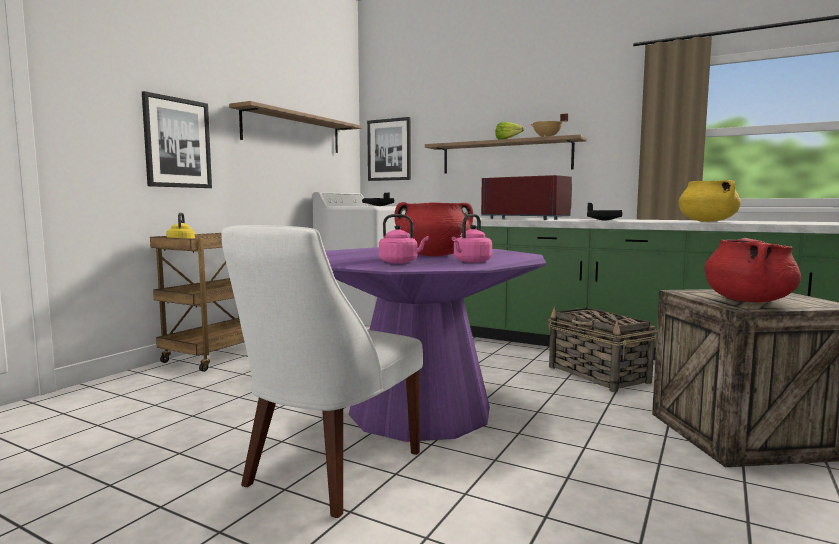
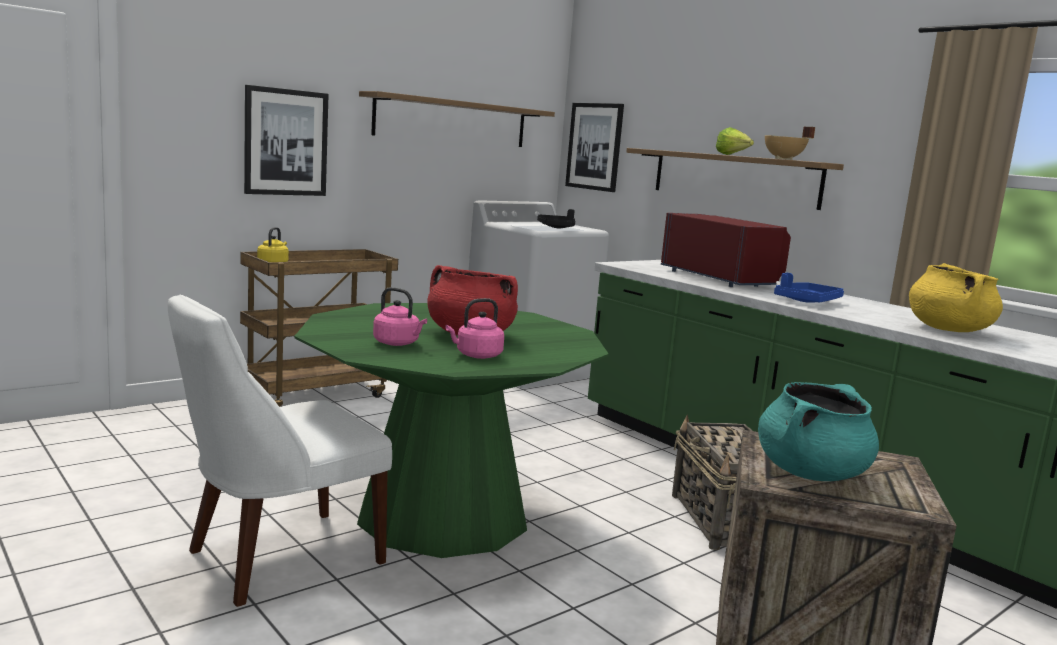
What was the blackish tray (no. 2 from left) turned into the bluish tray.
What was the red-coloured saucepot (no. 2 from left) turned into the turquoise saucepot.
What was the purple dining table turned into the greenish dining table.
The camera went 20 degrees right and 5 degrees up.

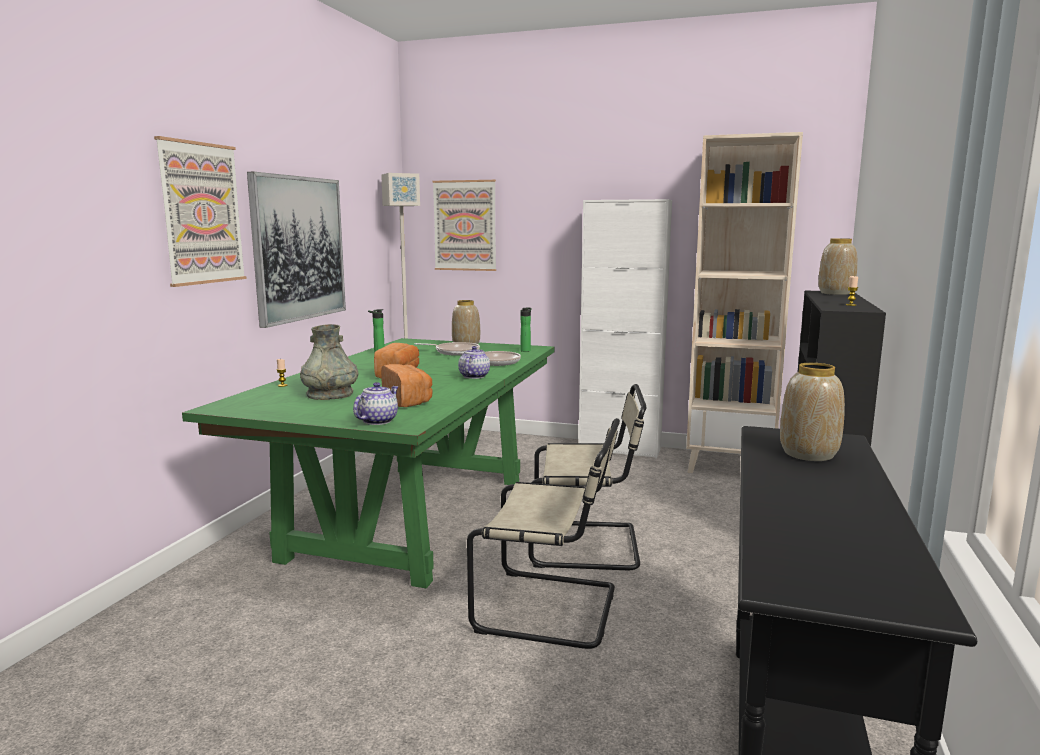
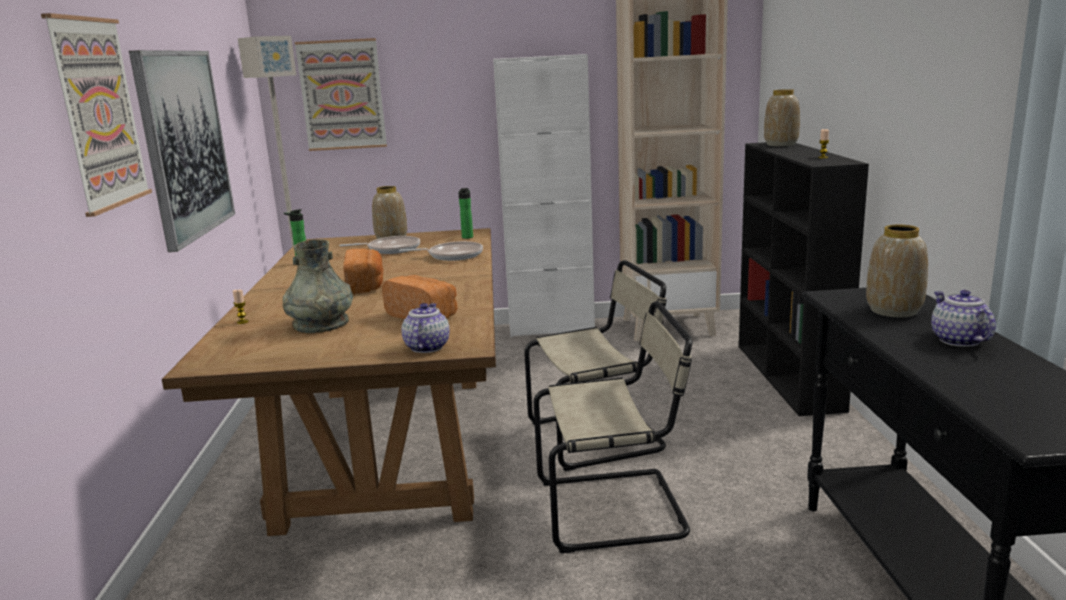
What was the greenish dining table turned into the brown dining table.
The pot for tea (no. 2 from left) ended up elsewhere.
The camera went 20 degrees left and 5 degrees up.

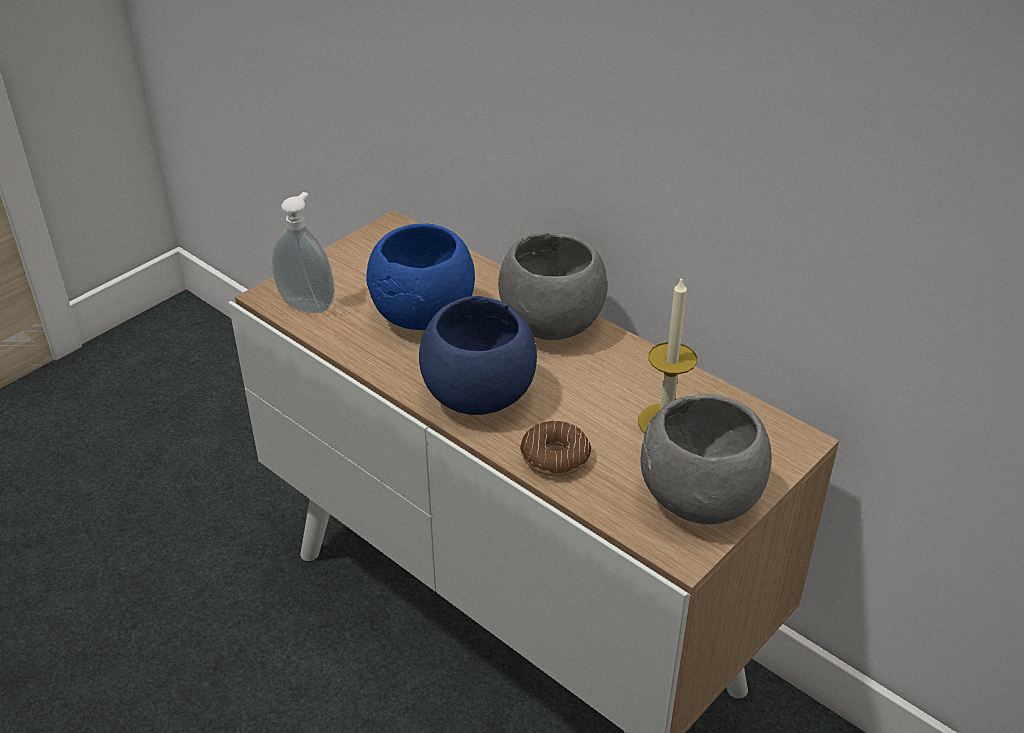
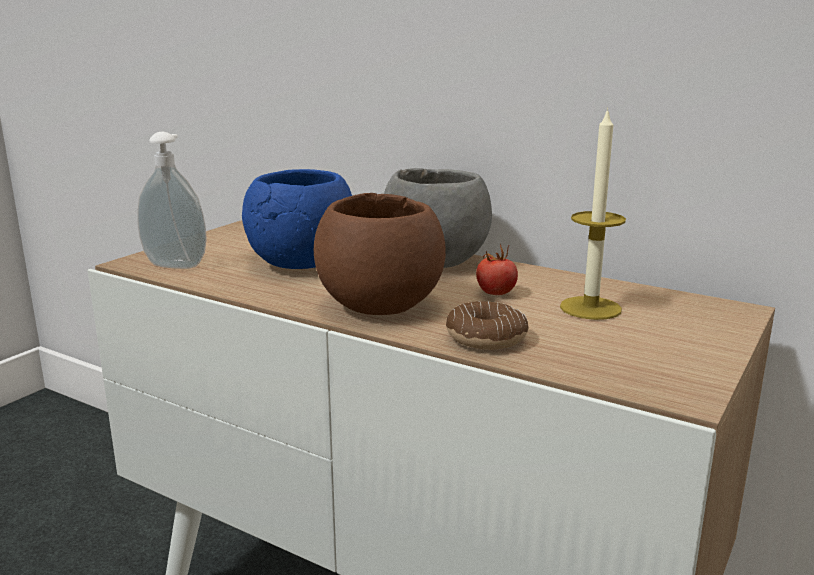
What was the bluish bowl (no. 2 from left) turned into the brown bowl.
The second view lost the grey bowl (no. 2 from left).
The second view gained the whole tomato.
The camera went 10 degrees left and 20 degrees down.

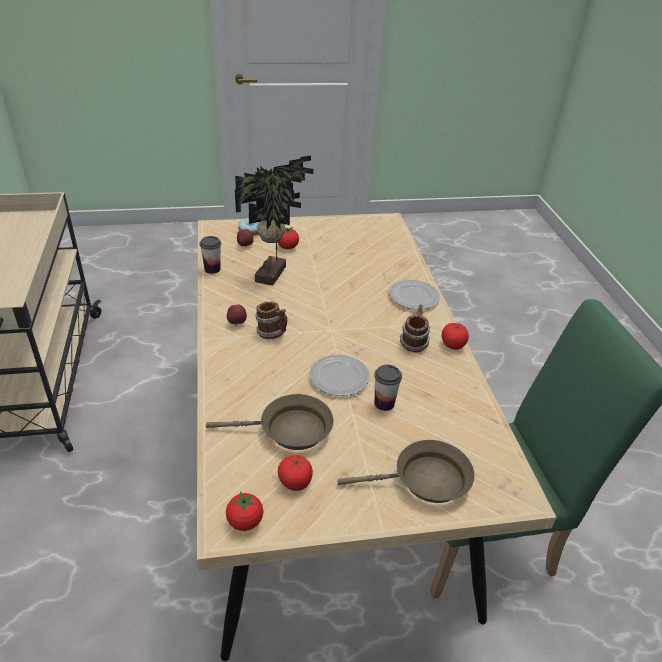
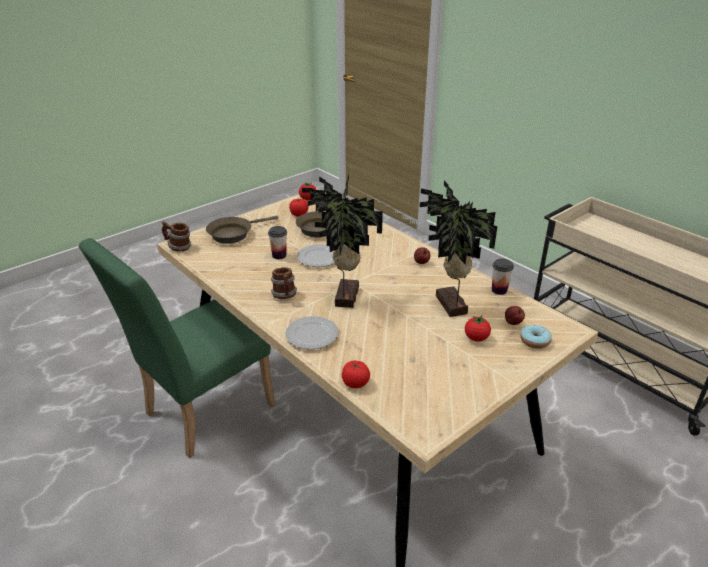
The mug (no. 1 from left) ended up elsewhere.
The whole tomato (no. 4 from left in the first image) ended up elsewhere.
The second view gained the plant in a pot (no. 1 from left).
The camera went 150 degrees right and 5 degrees down.

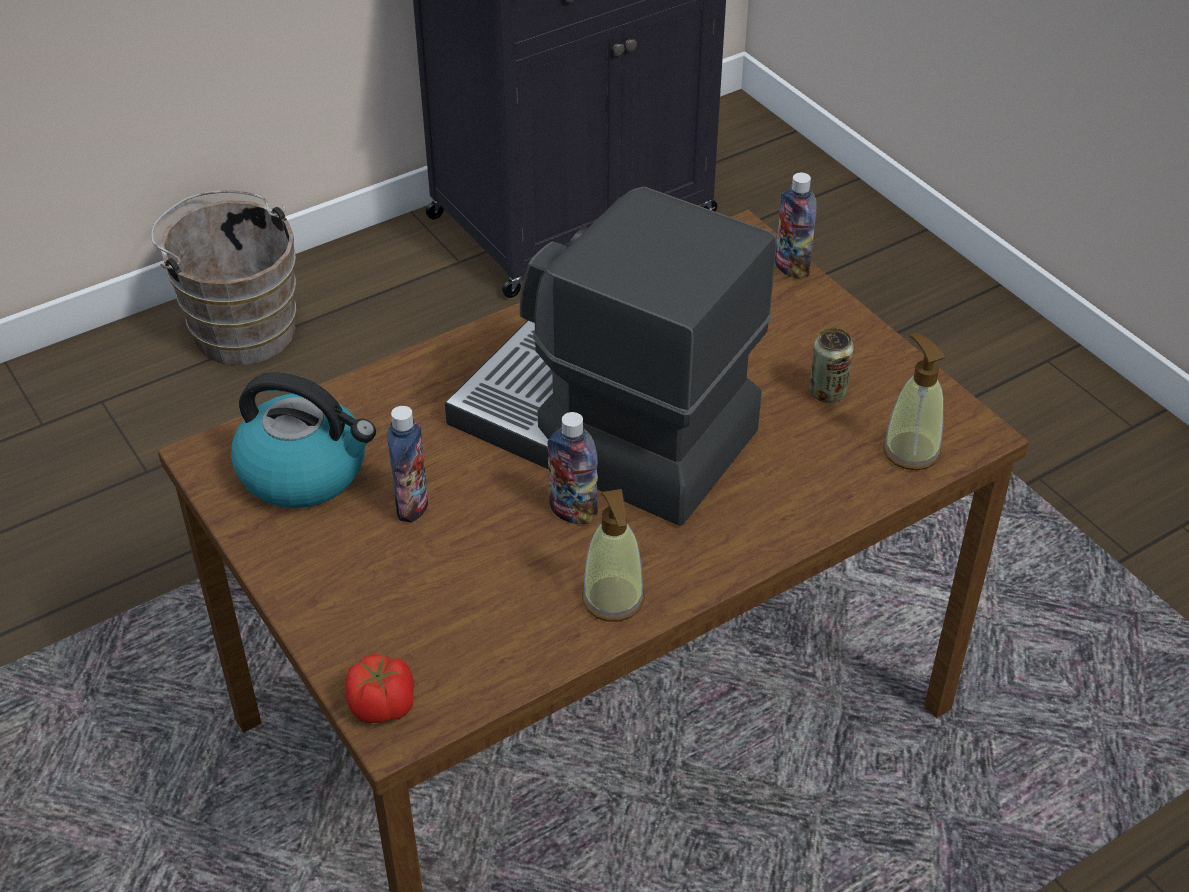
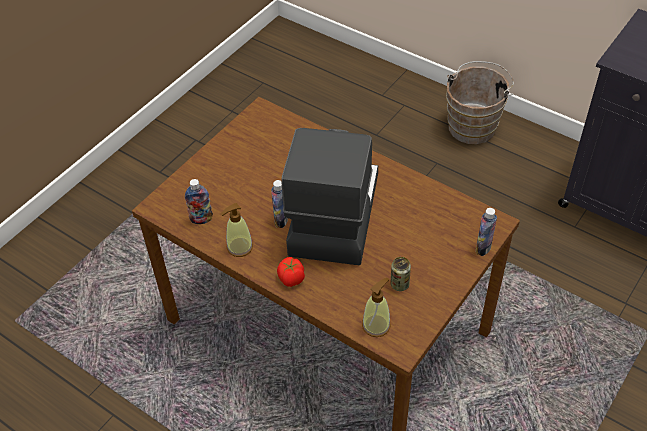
The second view lost the tea kettle.
The bottle (no. 1 from left) ended up elsewhere.
The whole tomato ended up elsewhere.
The camera went 70 degrees right and 5 degrees up.

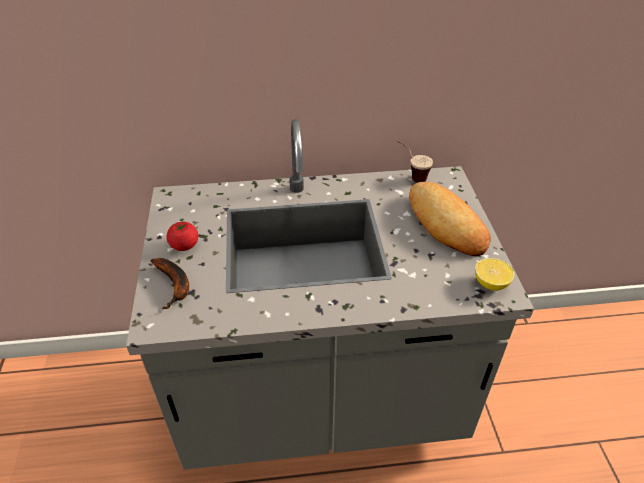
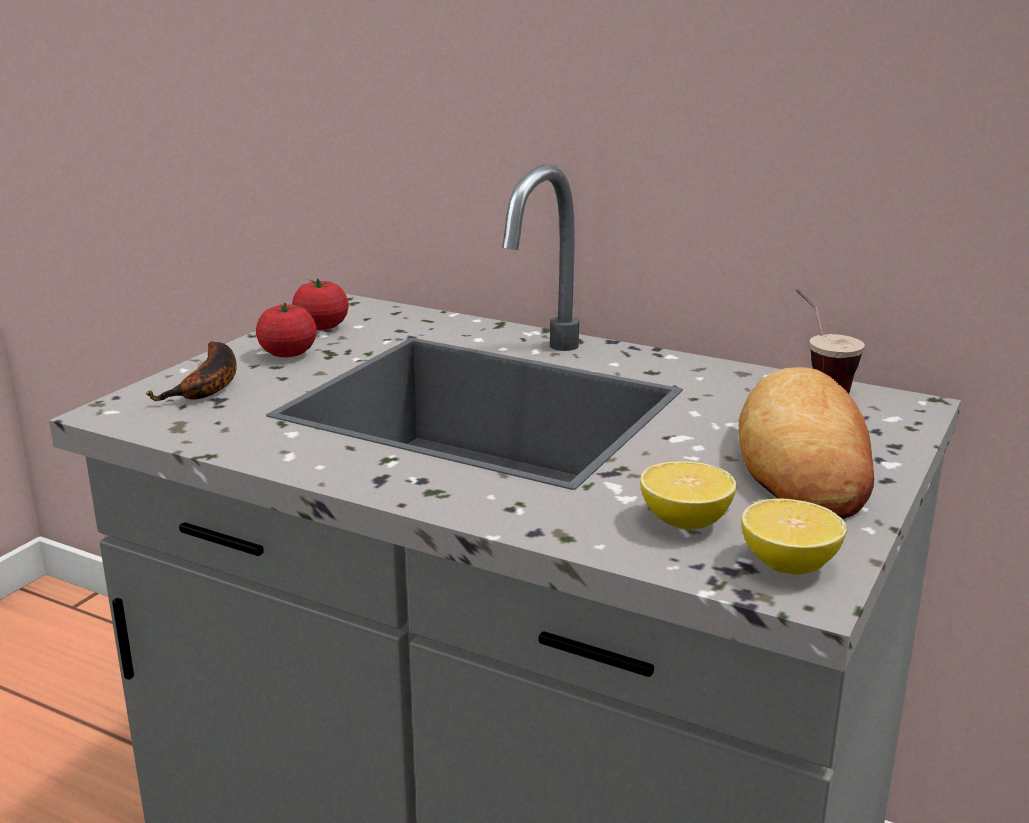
The second view gained the whole tomato (no. 2 from left).
The second view gained the lemon (no. 1 from left).
The camera went 35 degrees right and 20 degrees down.

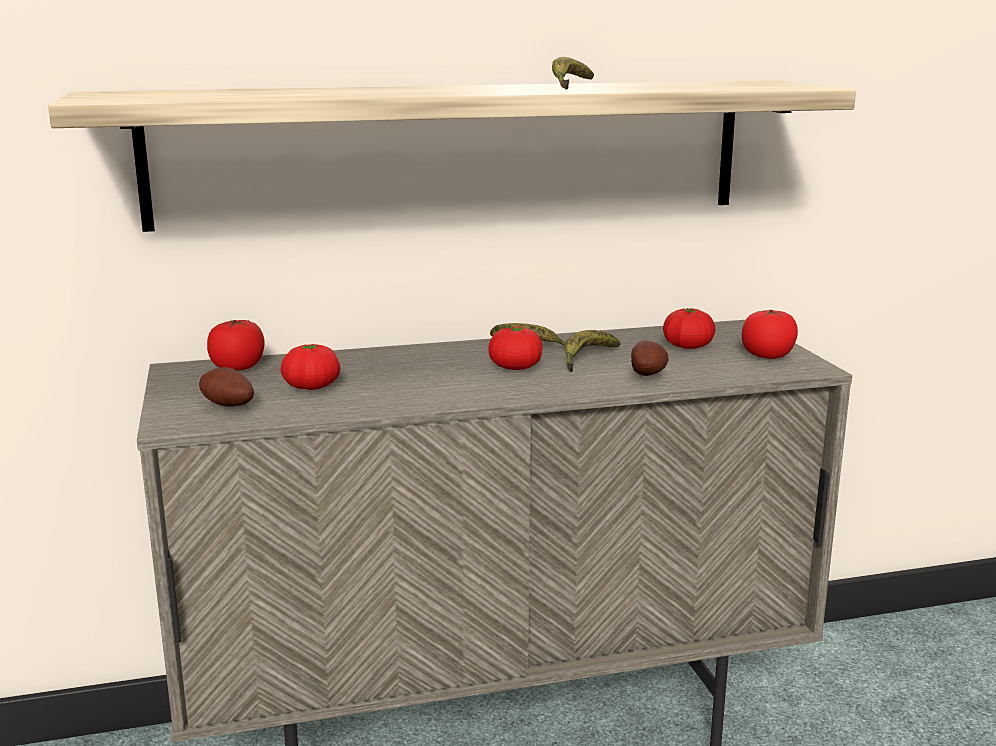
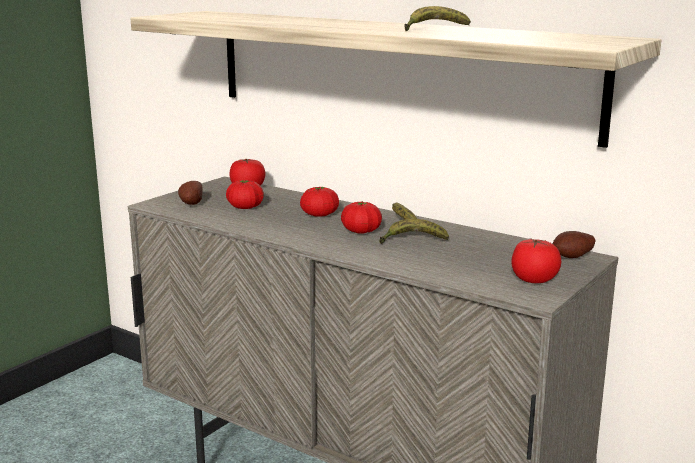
The whole tomato (no. 4 from left in the first image) ended up elsewhere.
The spud (no. 2 from left) ended up elsewhere.
The camera went 50 degrees right and 0 degrees up.

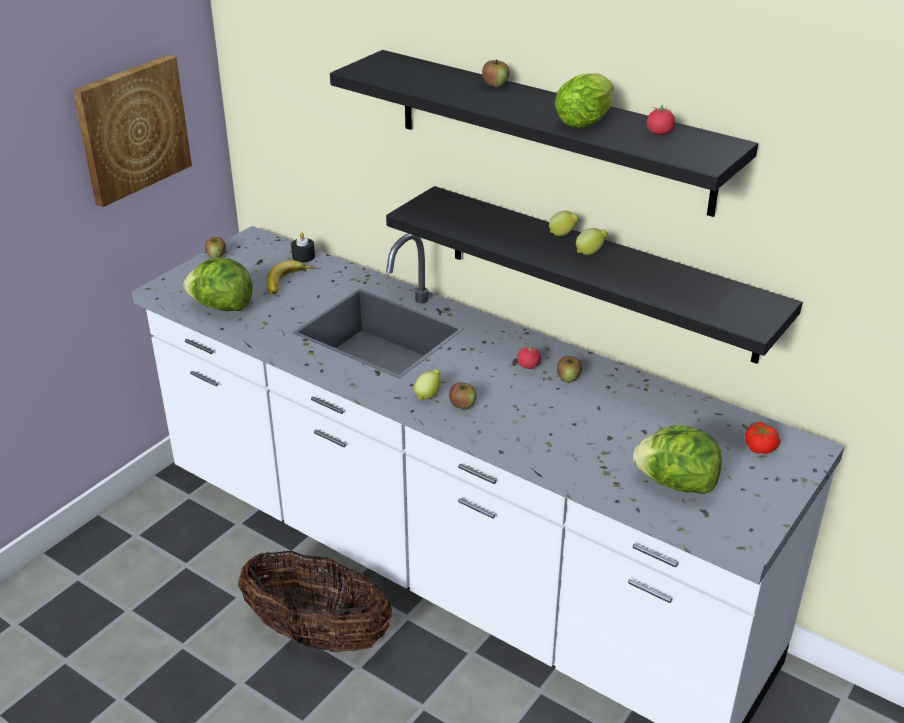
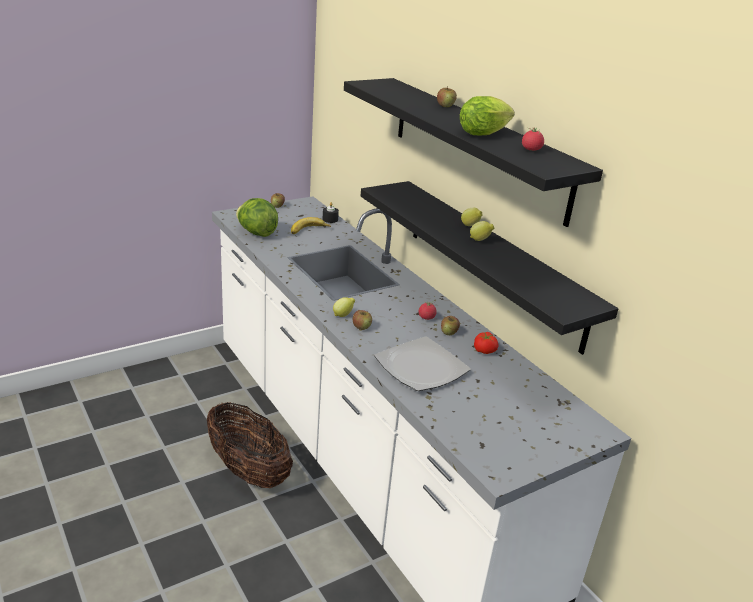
The second view lost the wall art.
The whole tomato (no. 3 from left in the first image) ended up elsewhere.
The second view lost the lettuce (no. 3 from left).
The second view gained the plate.
The camera went 20 degrees right and 5 degrees down.

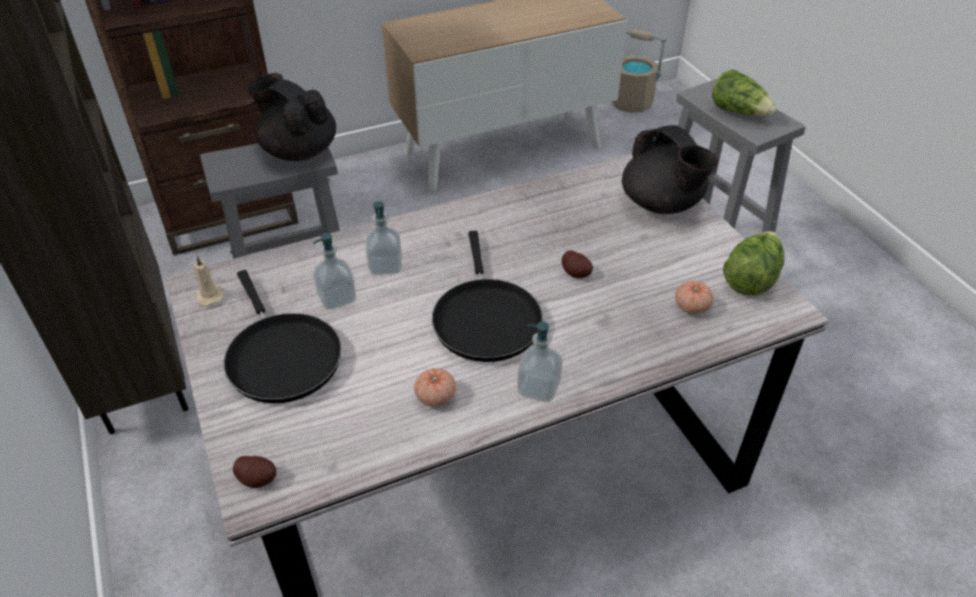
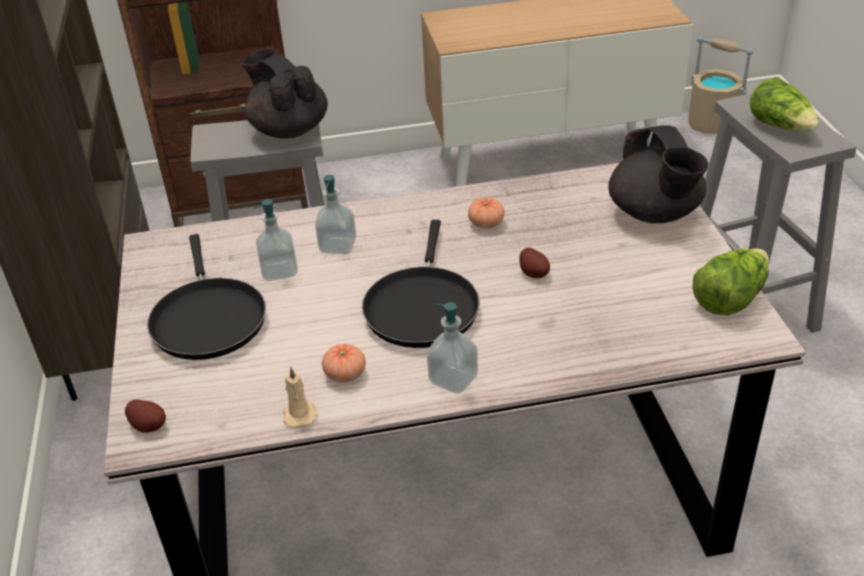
The beige-coloured wax light ended up elsewhere.
The whole tomato (no. 2 from left) ended up elsewhere.
The camera went 15 degrees right and 5 degrees down.

